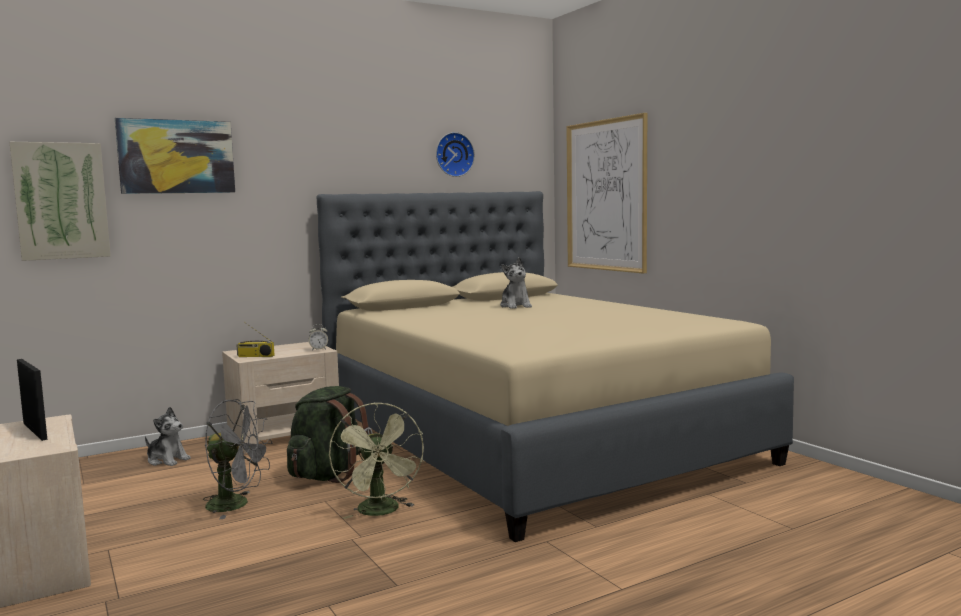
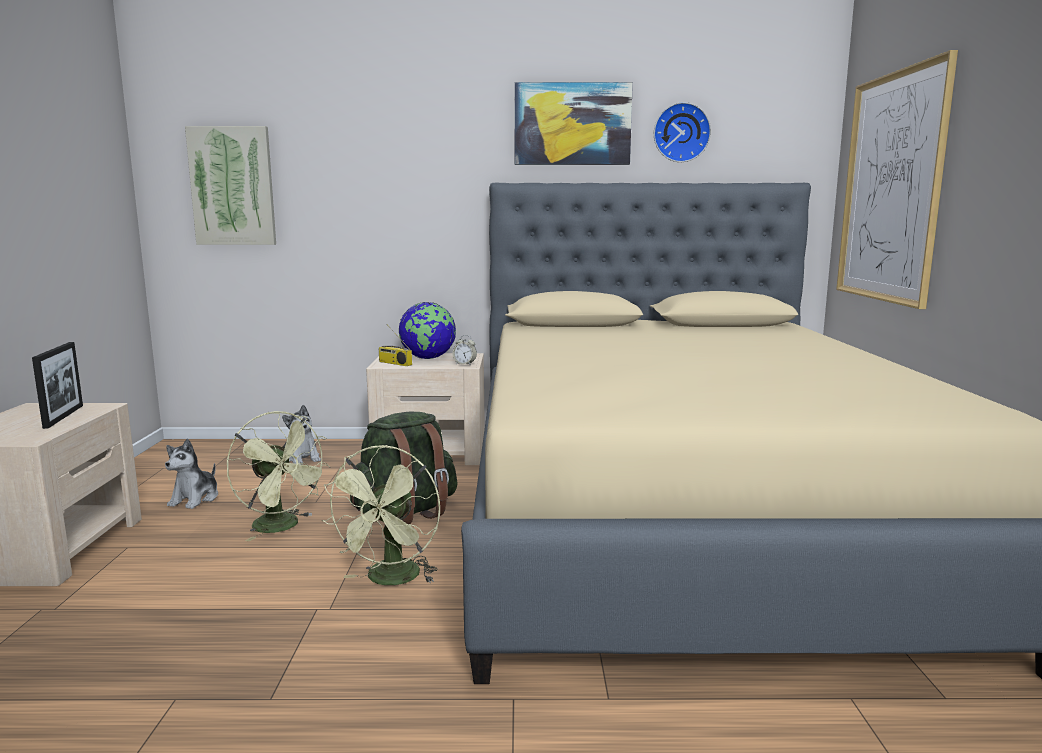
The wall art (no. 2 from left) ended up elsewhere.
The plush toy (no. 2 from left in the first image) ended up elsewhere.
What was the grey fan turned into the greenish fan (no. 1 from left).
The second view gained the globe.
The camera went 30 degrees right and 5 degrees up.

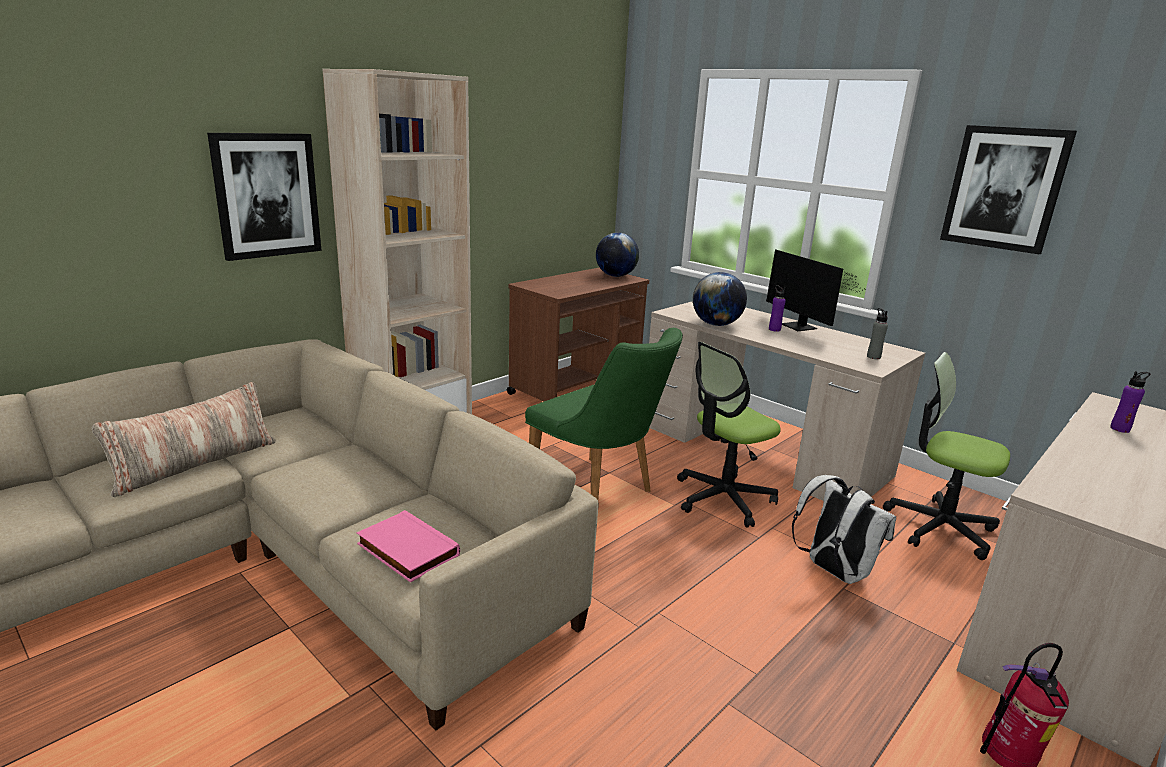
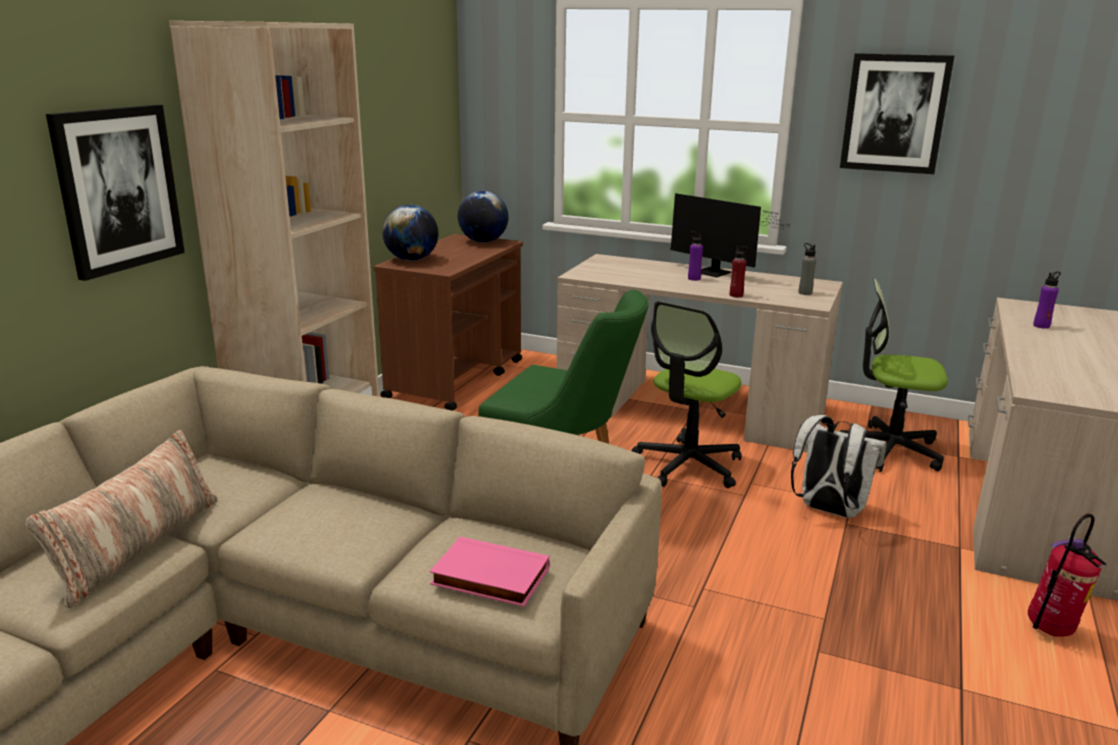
The globe (no. 2 from left in the first image) ended up elsewhere.
The second view gained the red-coloured bottle.
The camera went 20 degrees left and 0 degrees up.

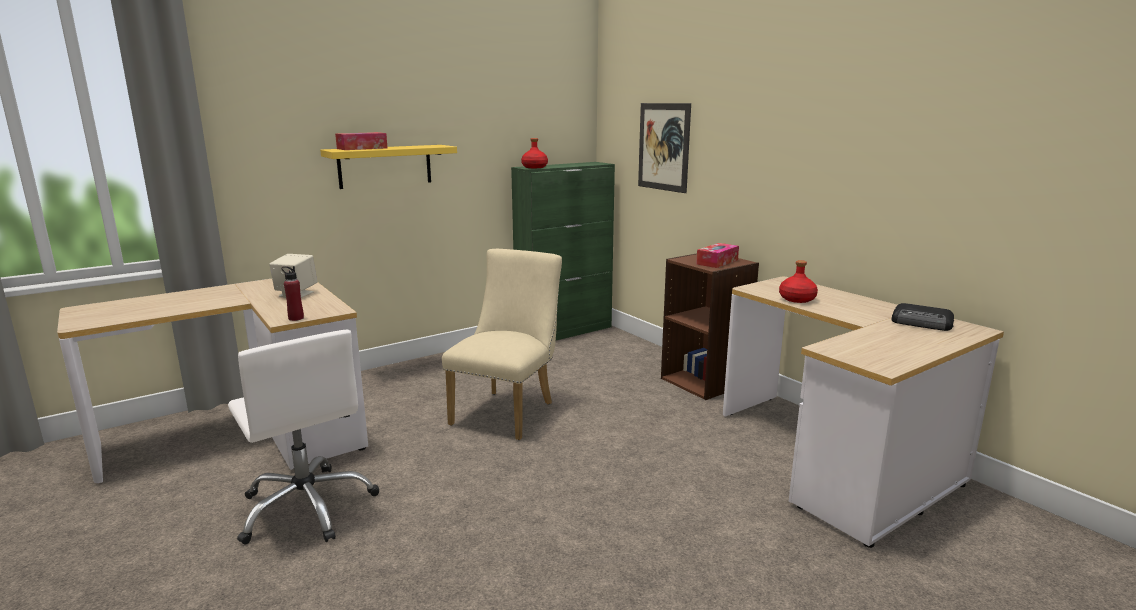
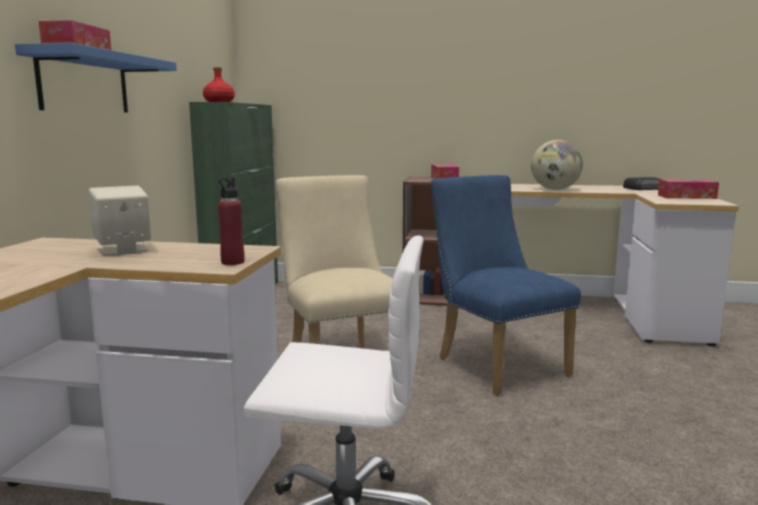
The second view lost the wall art.
What was the yellow-coloured shelf turned into the bluish shelf.
Where the red-coloured bottle (no. 3 from left) stood, the globe came to stand.
The second view gained the bluish chair.
The second view gained the box of tissues (no. 3 from left).
The camera went 45 degrees left and 5 degrees down.

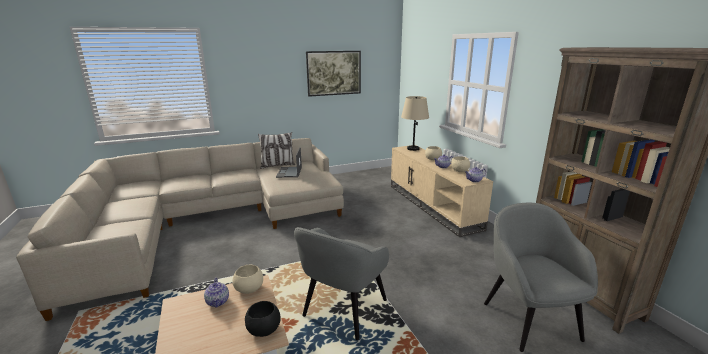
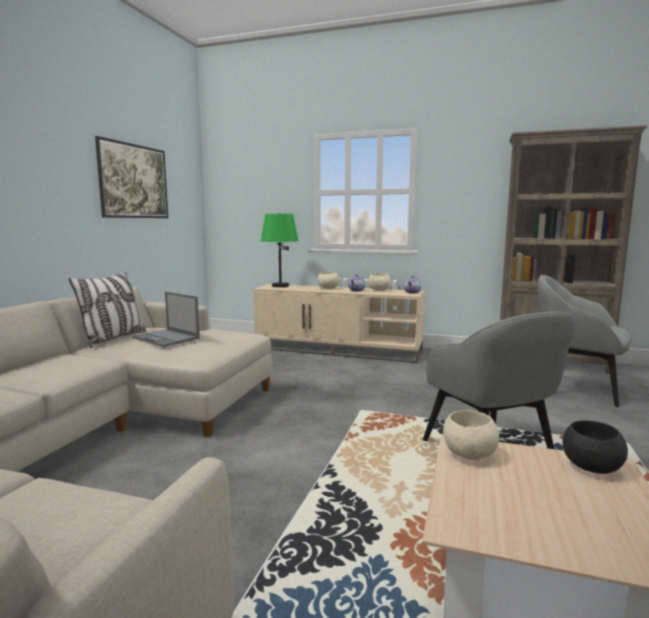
What was the beige-coloured lamp for a table turned into the greenish lamp for a table.
The second view lost the pot for tea (no. 1 from left).
The camera went 50 degrees left and 10 degrees down.

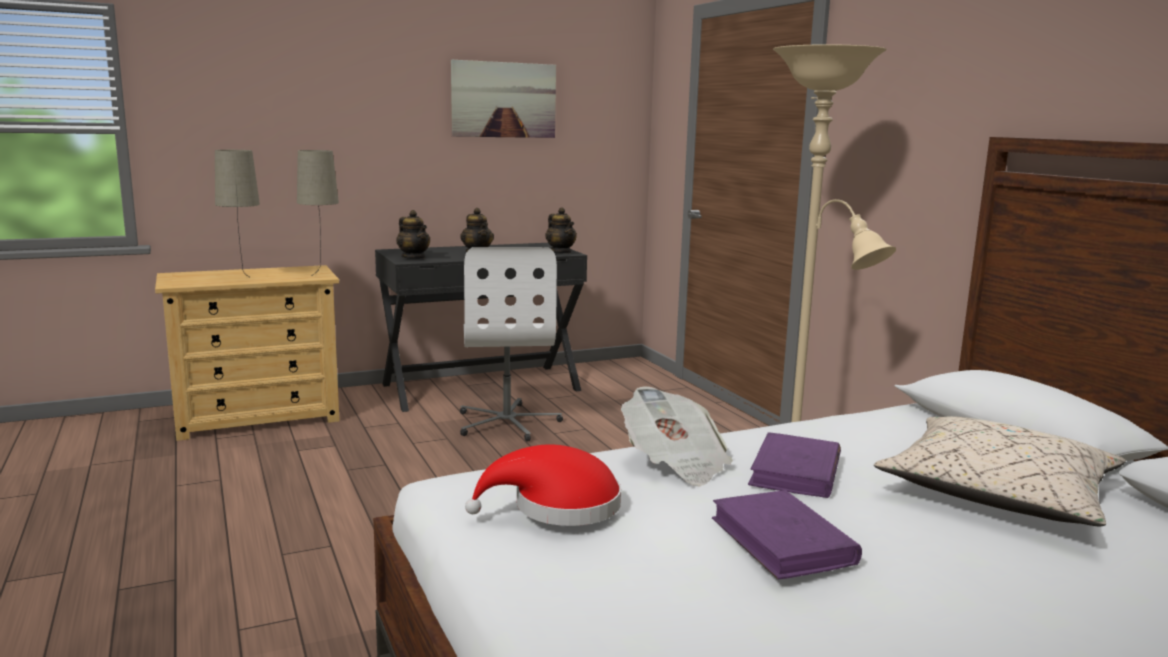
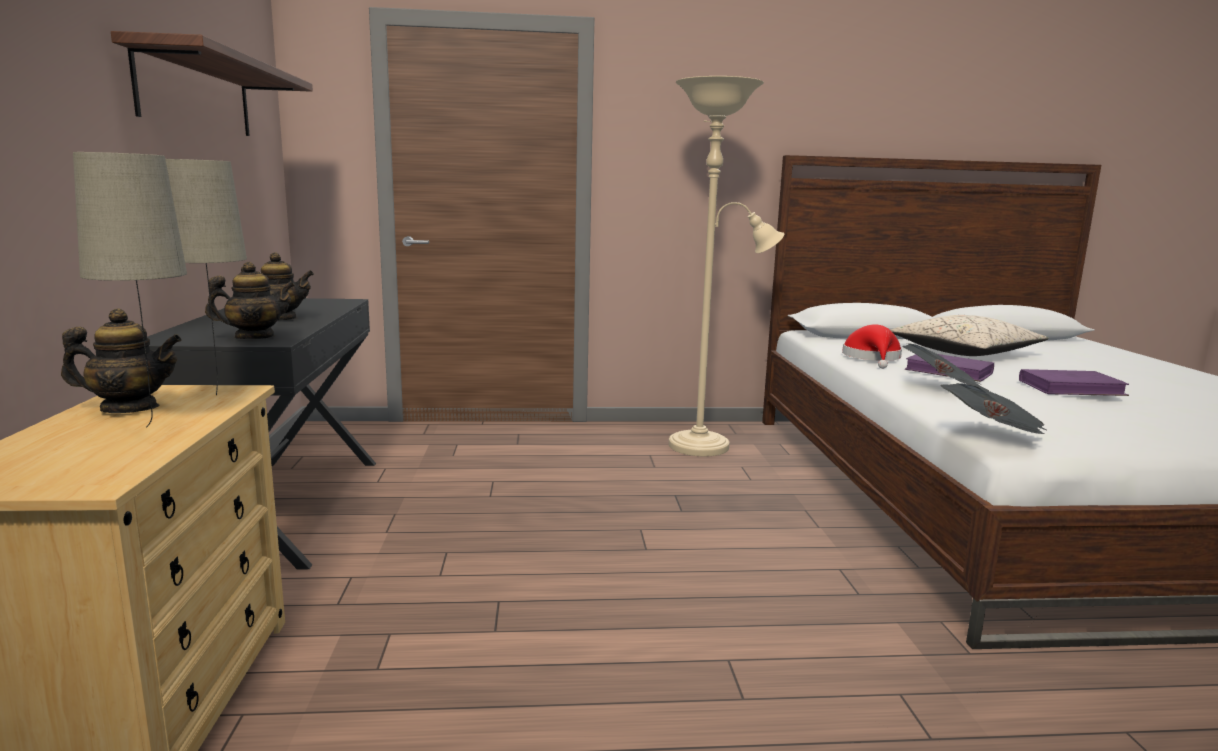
Where the wall art hung, the shelf came to hang.
The pot for tea (no. 3 from left in the first image) ended up elsewhere.
The second view lost the white computer chair.
The red-coloured clothing hat ended up elsewhere.
The second view gained the daily paper (no. 2 from left).
The camera went 70 degrees left and 0 degrees up.

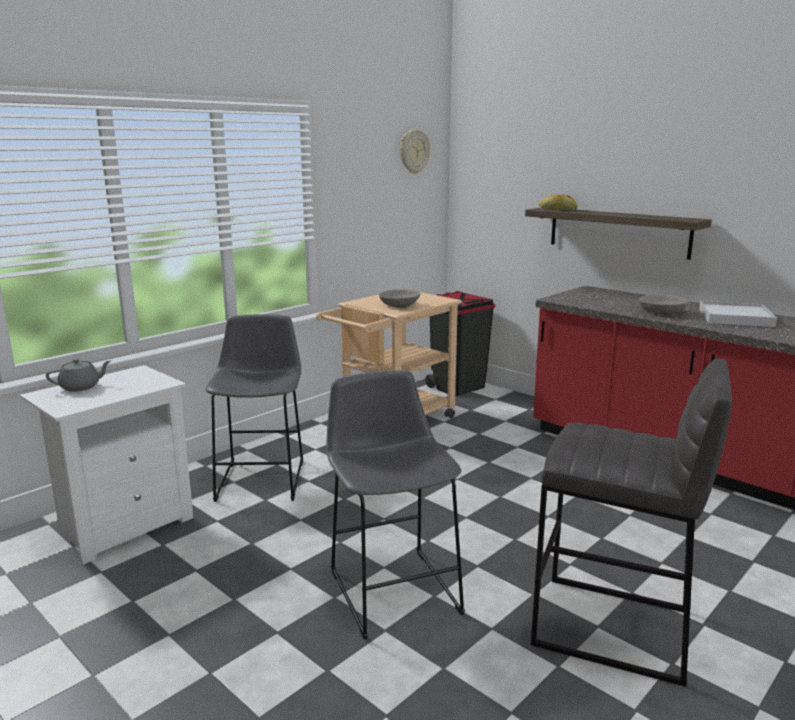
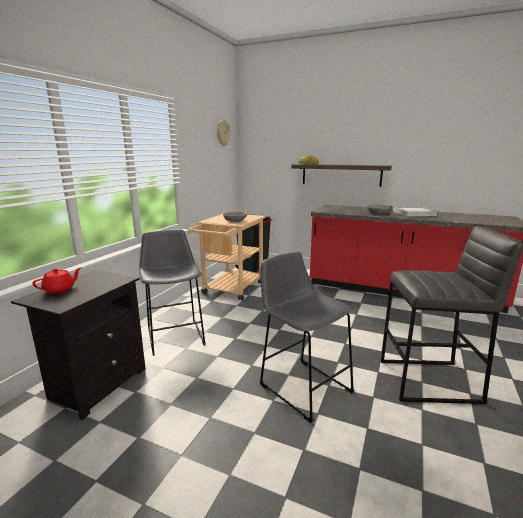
What was the grey pot for tea turned into the red-coloured pot for tea.
What was the white night table turned into the blackish night table.
The camera went 20 degrees left and 0 degrees up.

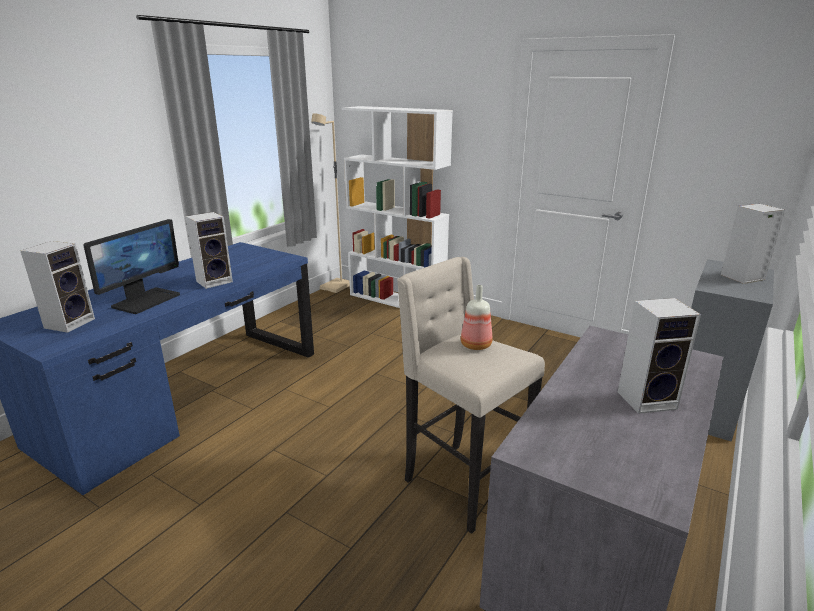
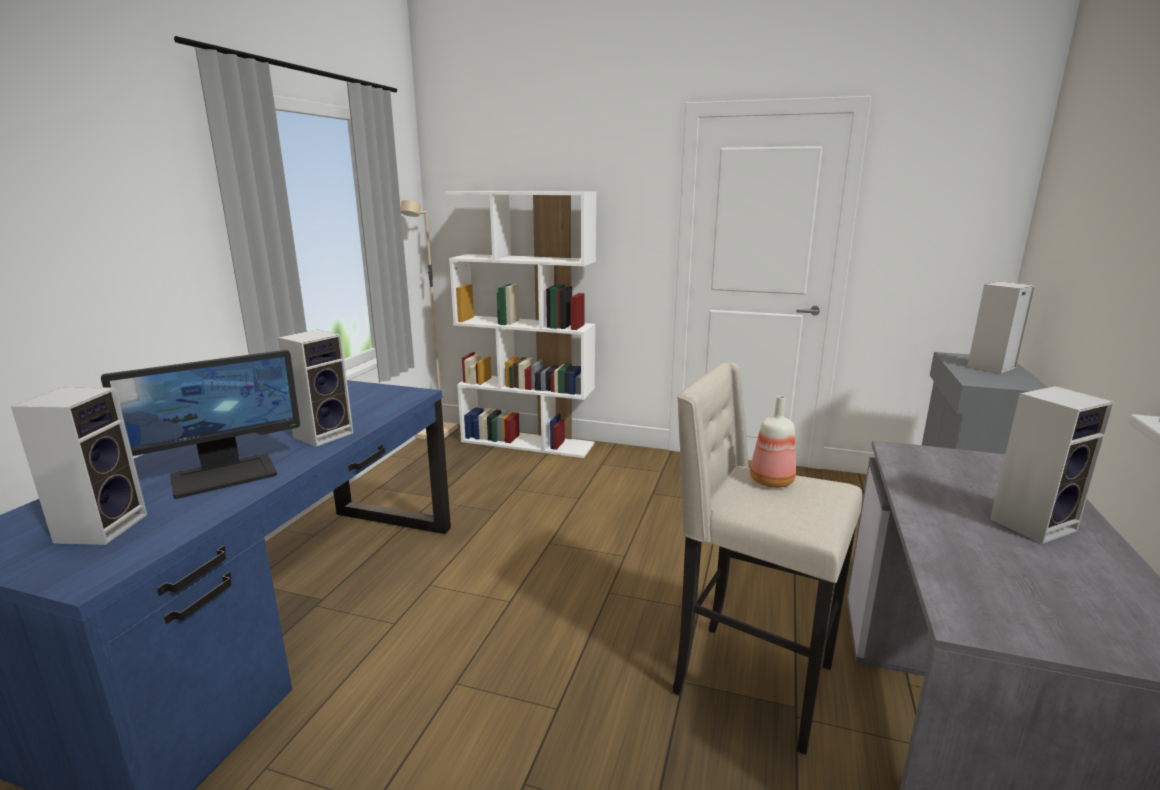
The monitor ended up facing another way, 45 degrees clockwise from before.
The camera went 15 degrees left and 5 degrees down.

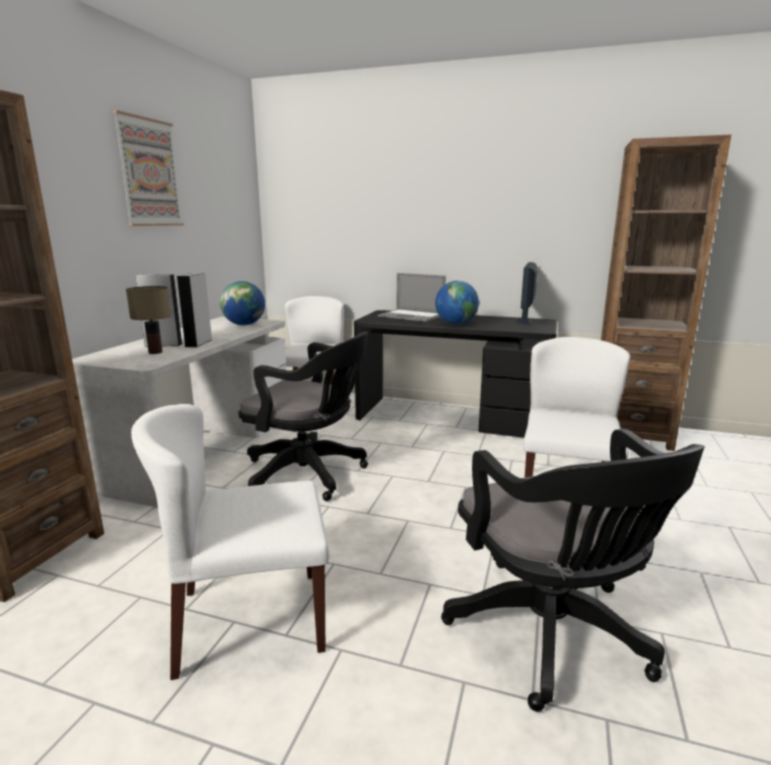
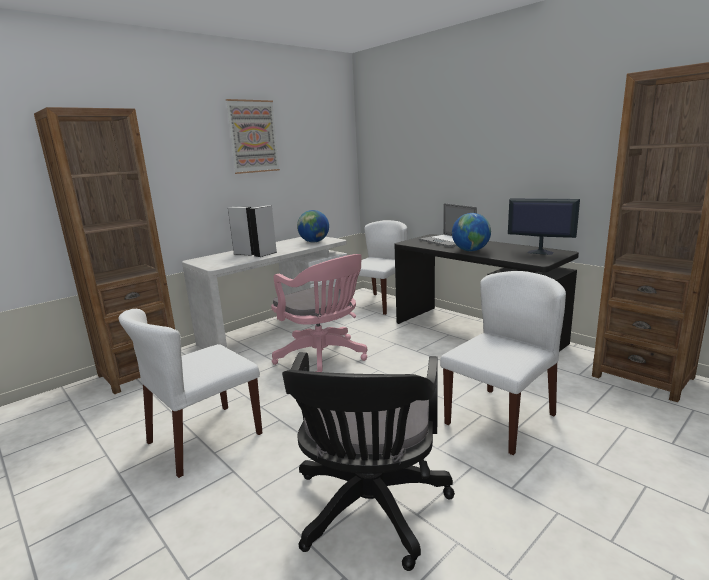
The monitor ended up facing another way, 75 degrees clockwise from before.
The second view lost the lamp for a table.
What was the blackish computer chair (no. 1 from left) turned into the pink-coloured computer chair.
The white chair (no. 1 from left) ended up facing another way, 60 degrees counterclockwise from before.
The camera went 30 degrees right and 0 degrees up.

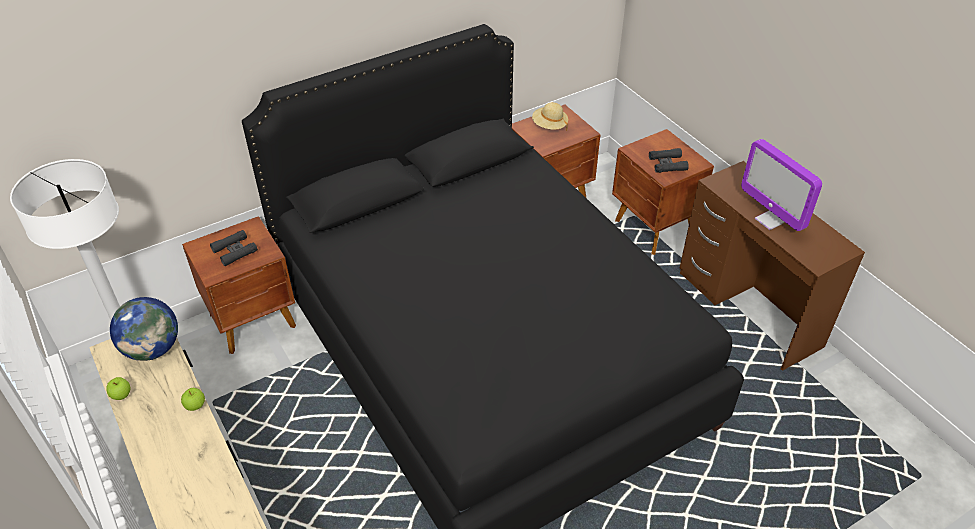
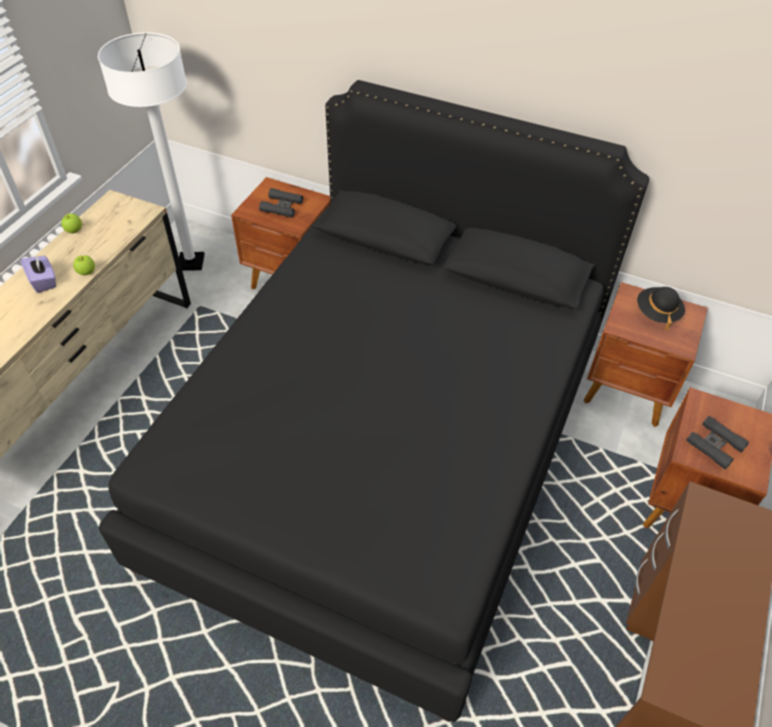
What was the beige-coloured clothing hat turned into the blackish clothing hat.
The second view lost the monitor.
The second view lost the globe.
The second view gained the purple box of tissues.
The camera went 55 degrees right and 5 degrees up.

